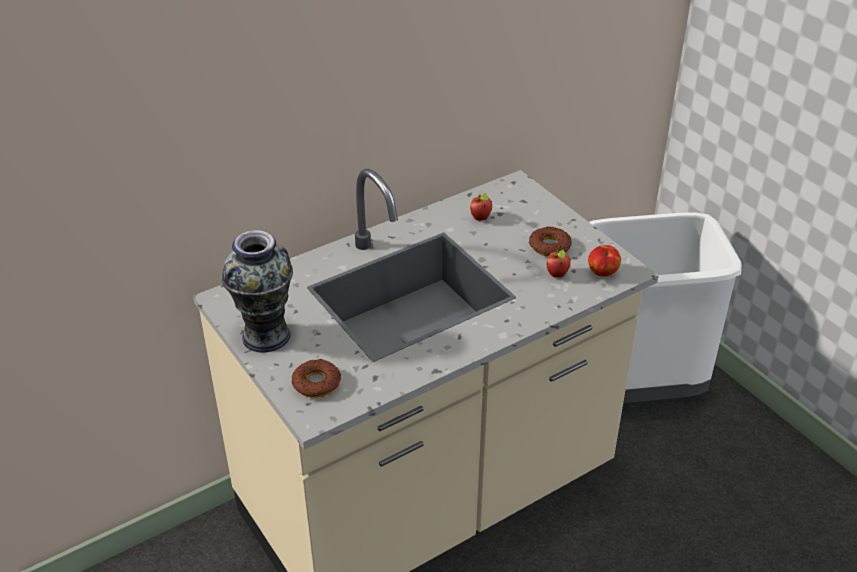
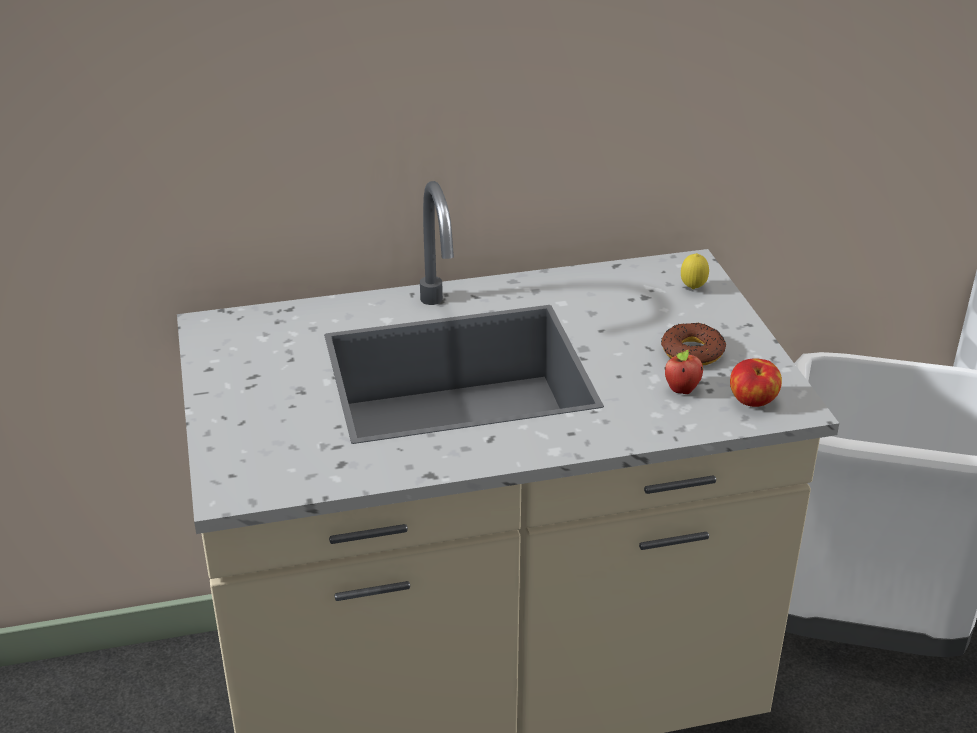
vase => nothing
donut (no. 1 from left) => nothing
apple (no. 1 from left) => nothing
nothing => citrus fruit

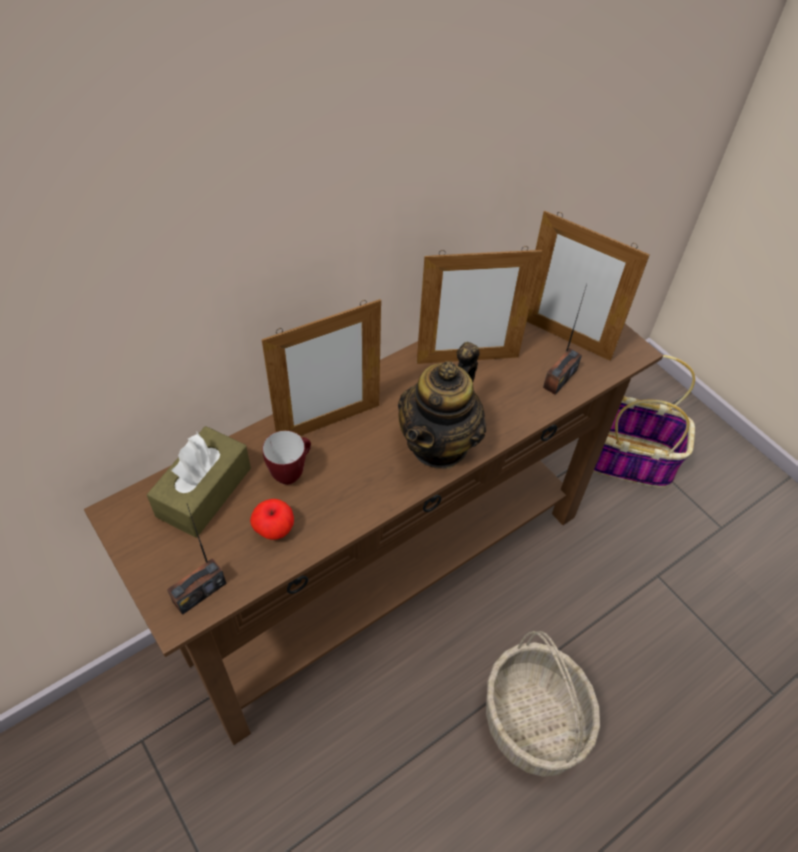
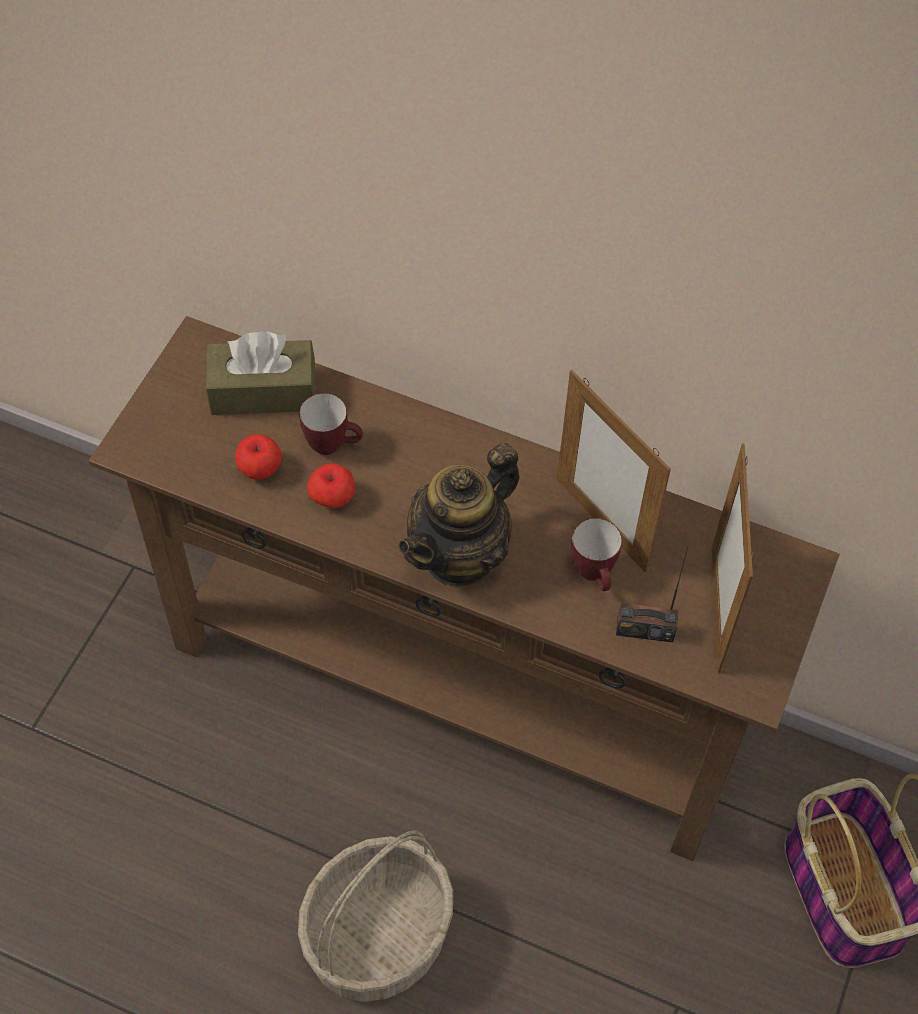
radio (no. 1 from left) => nothing
standing frame (no. 1 from left) => nothing
nothing => apple (no. 2 from left)
nothing => tea mug (no. 2 from left)
pot for tea, 45 degrees counterclockwise

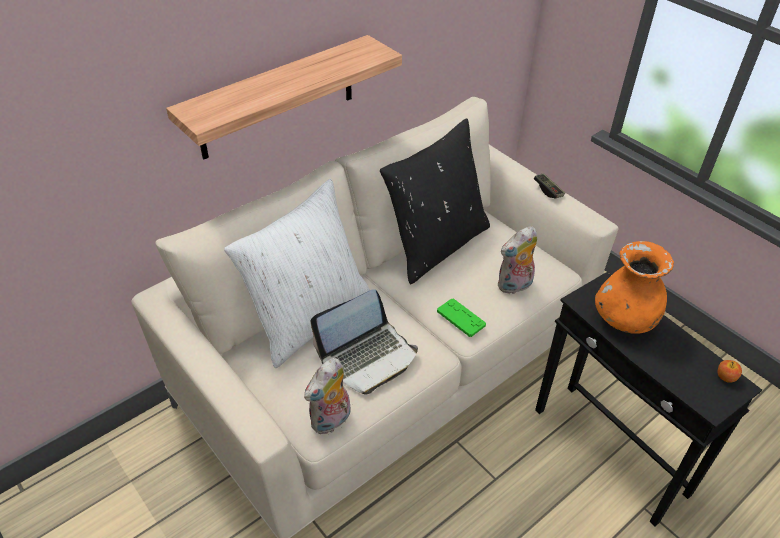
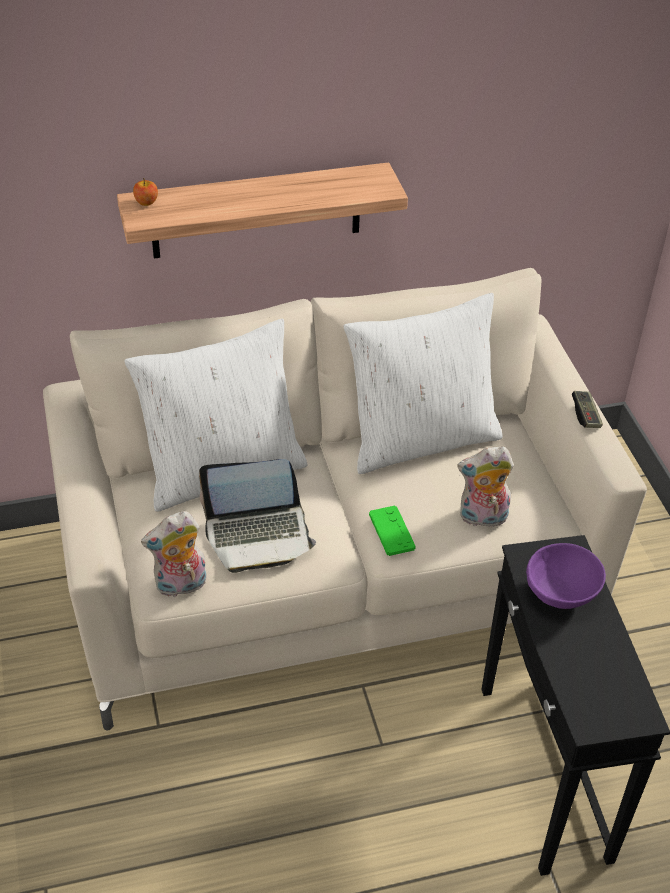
apple, shifted
orange-coloured vase => purple-coloured serving bowl
black-coloured cushion => white-coloured cushion (no. 2 from left)

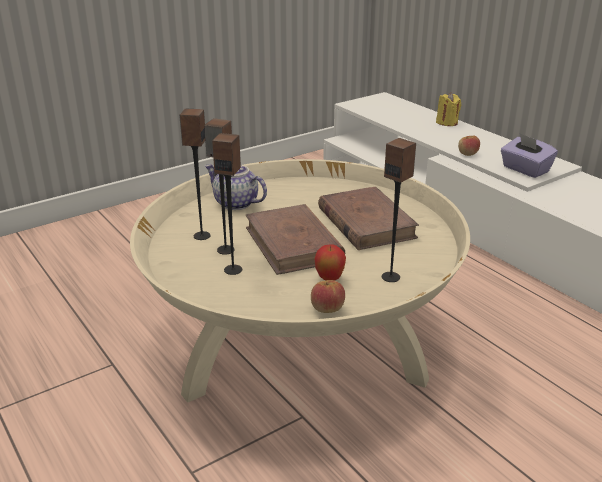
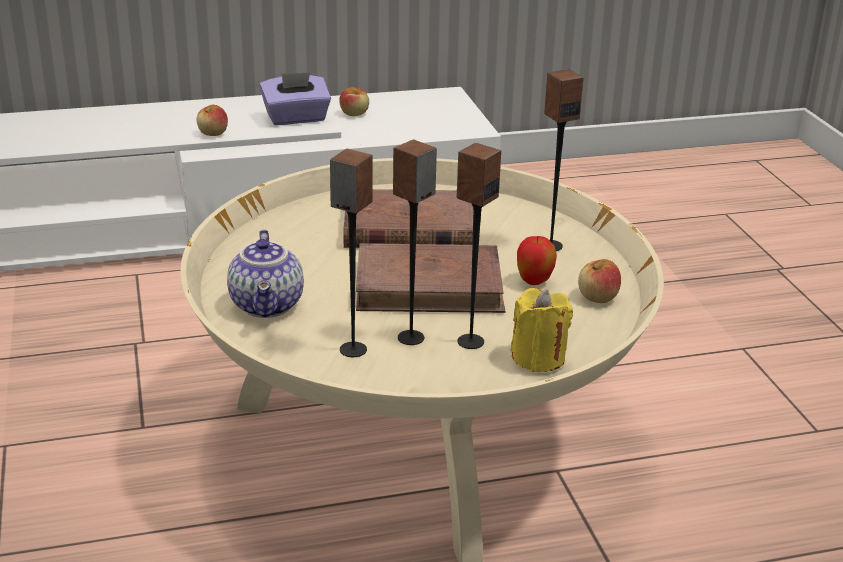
nothing => apple (no. 2 from left)
yellow candle, shifted
pot for tea, 60 degrees counterclockwise

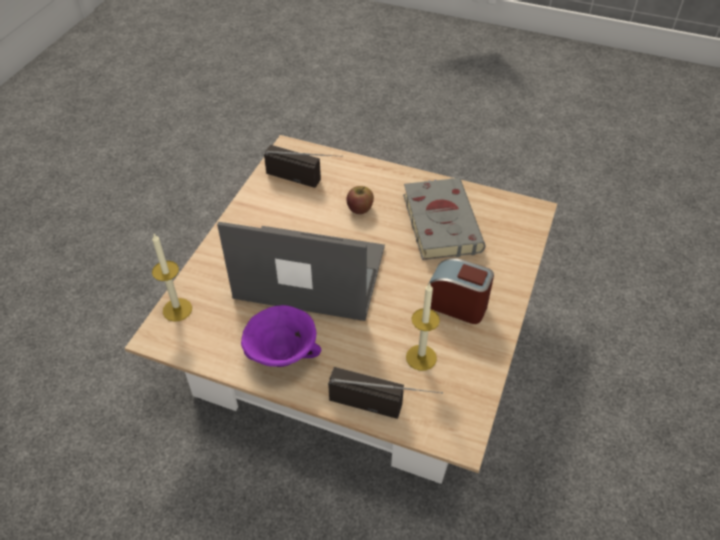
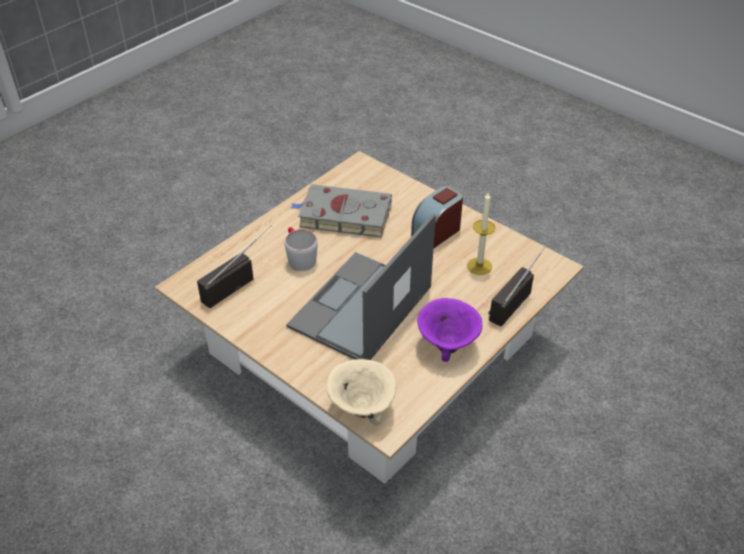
candle (no. 1 from left) => beige serving bowl
apple => greyish tea mug

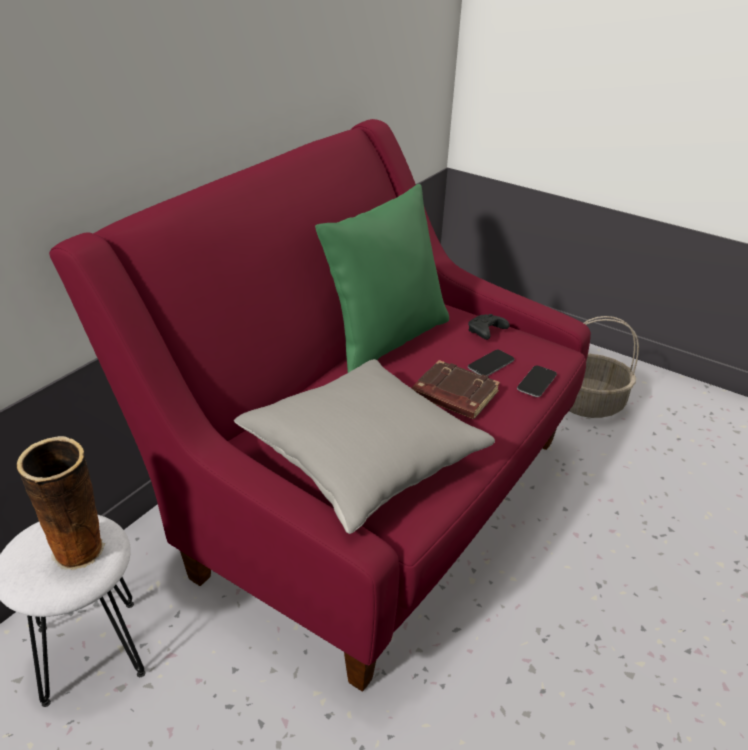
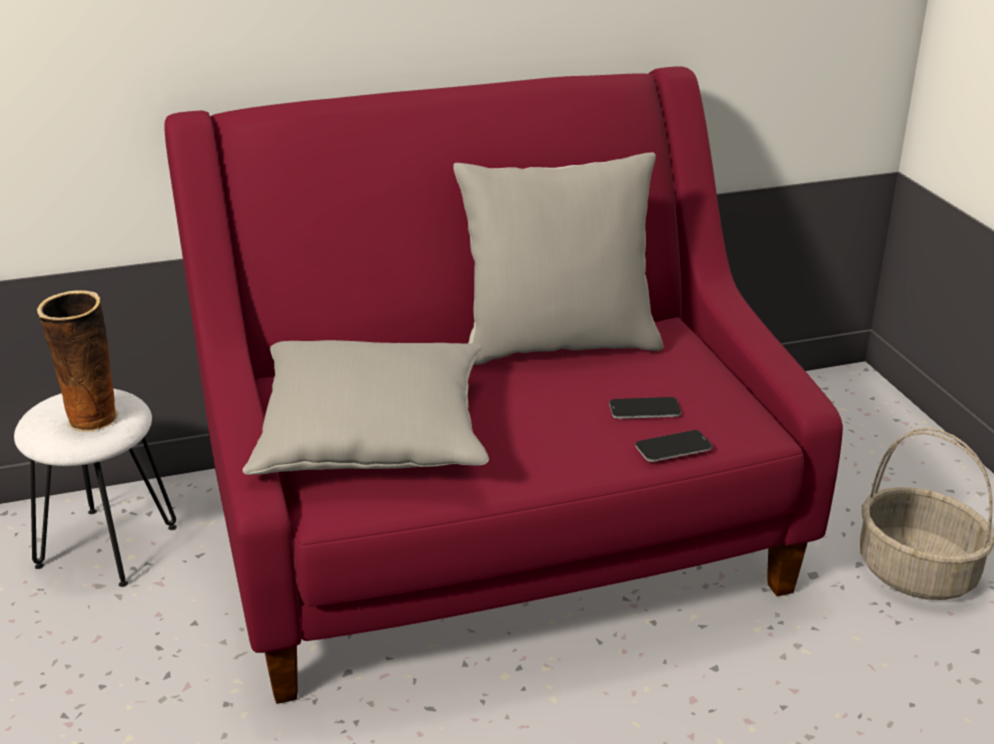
brown book => nothing
black-coloured gamepad => nothing
green cushion => greyish cushion (no. 2 from left)

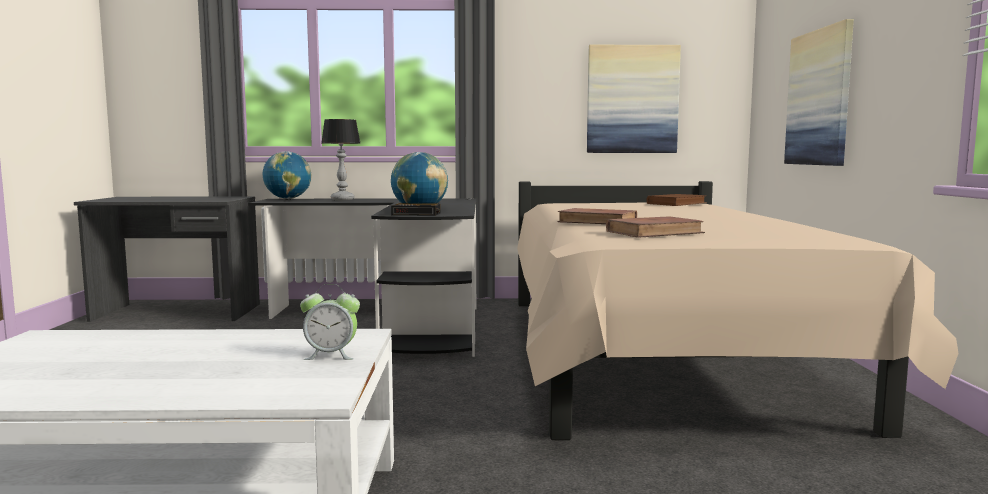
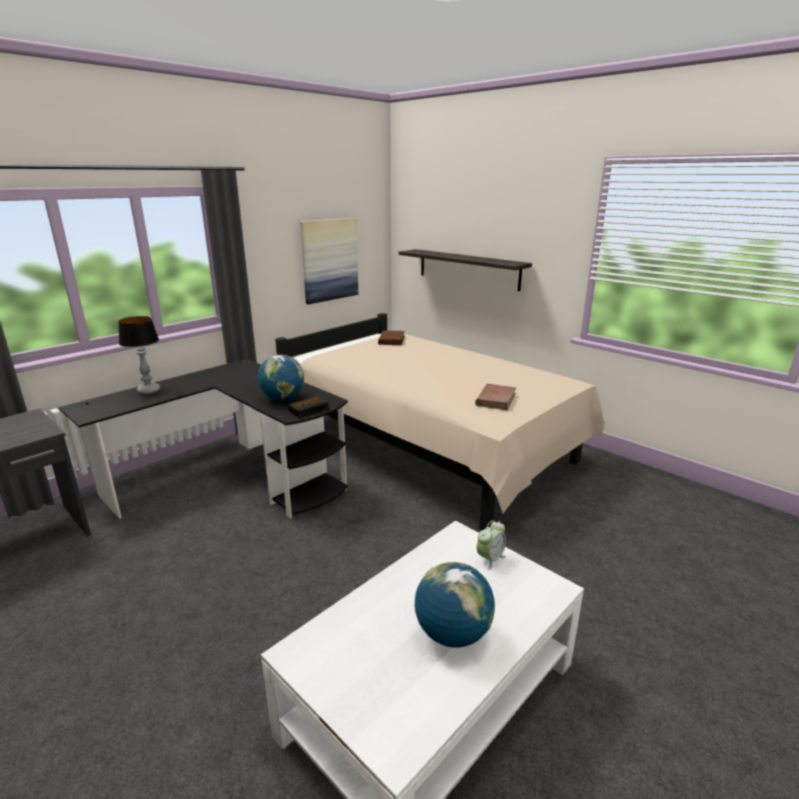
brown book (no. 1 from left) => nothing
desk globe (no. 1 from left in the first image) => desk globe (no. 2 from left), shifted
wall art (no. 2 from left) => shelf

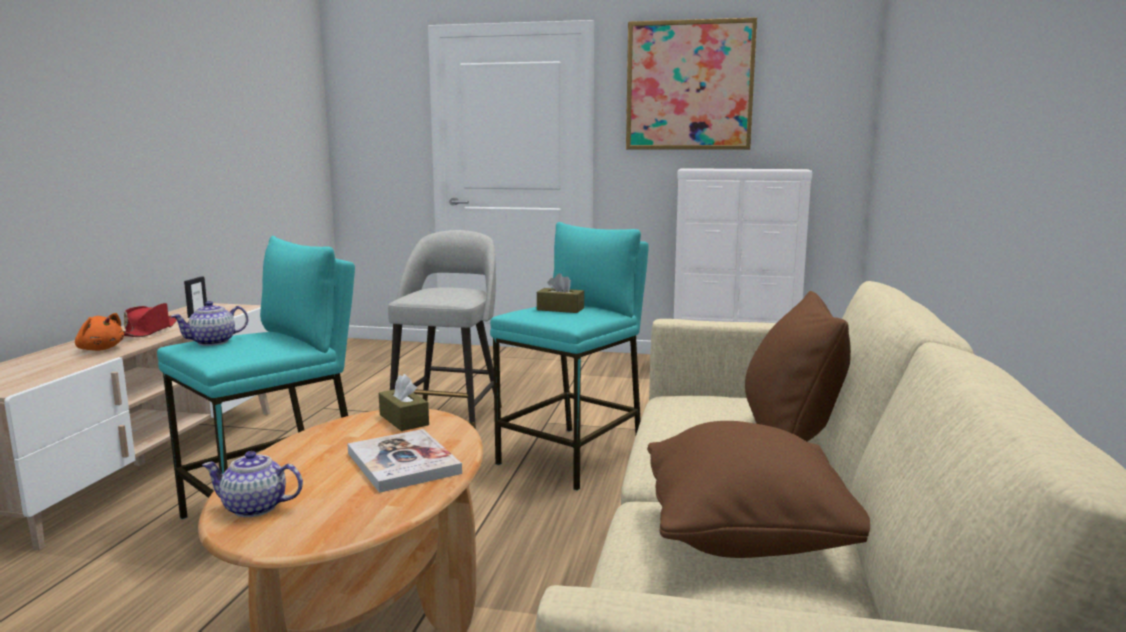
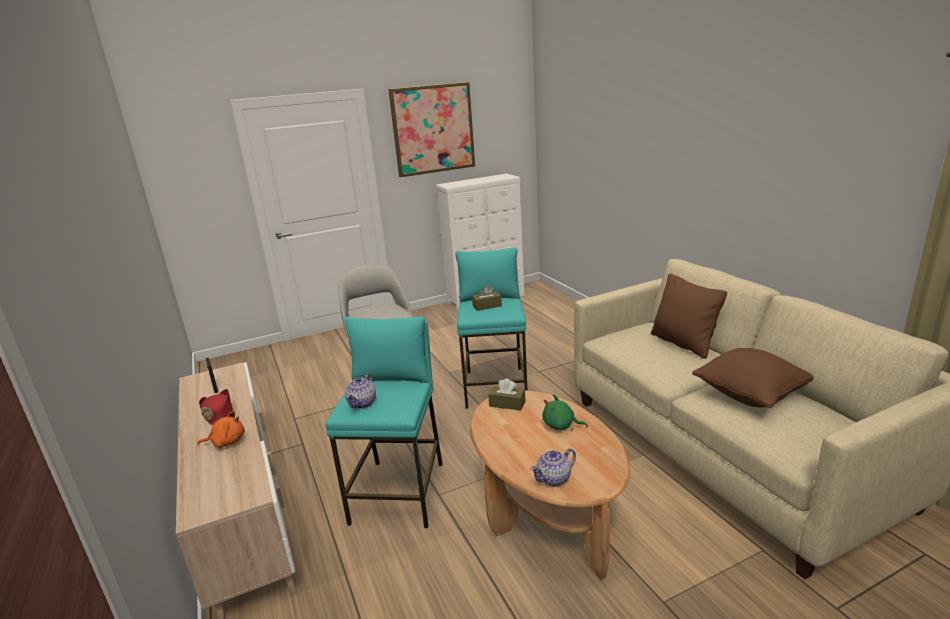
book => green soft toy

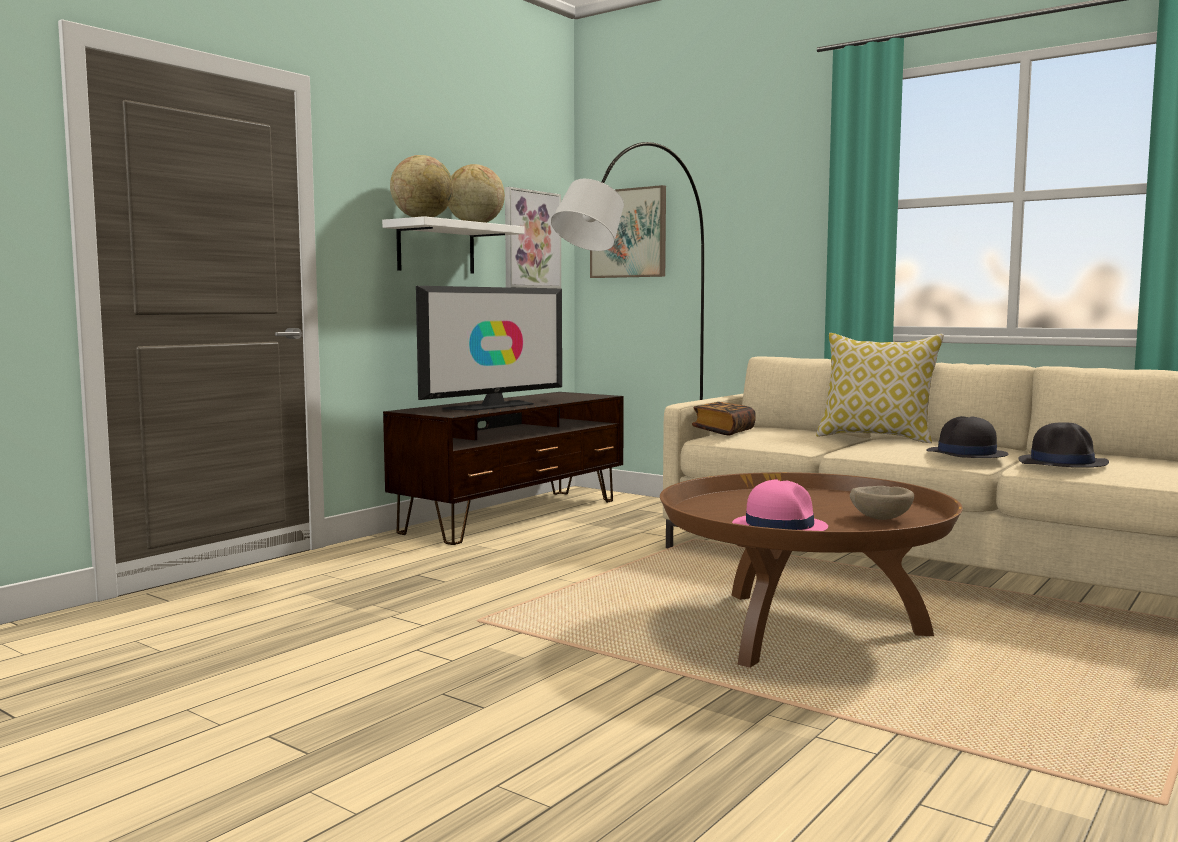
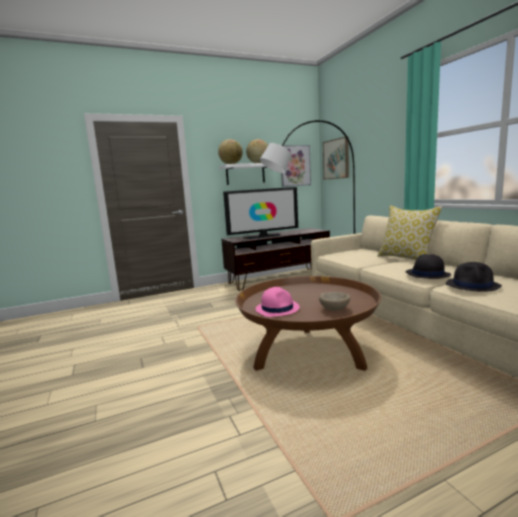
book => nothing

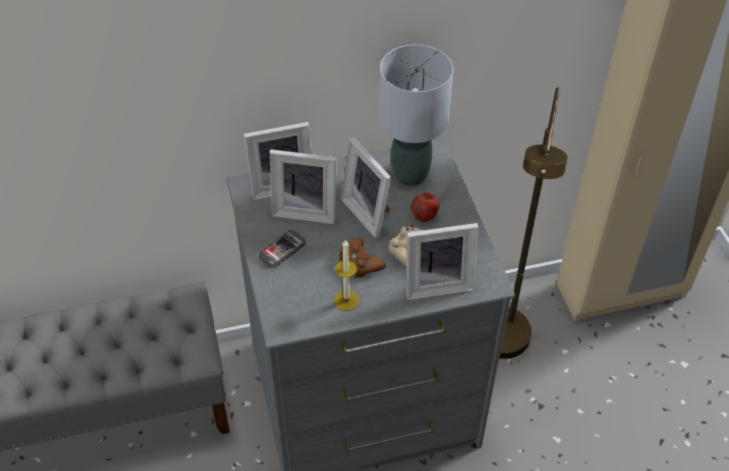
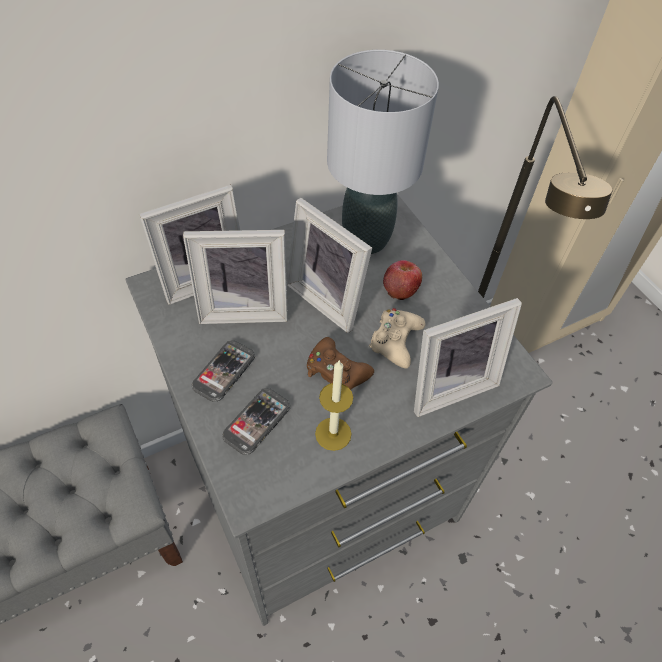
nothing => handset (no. 2 from left)

